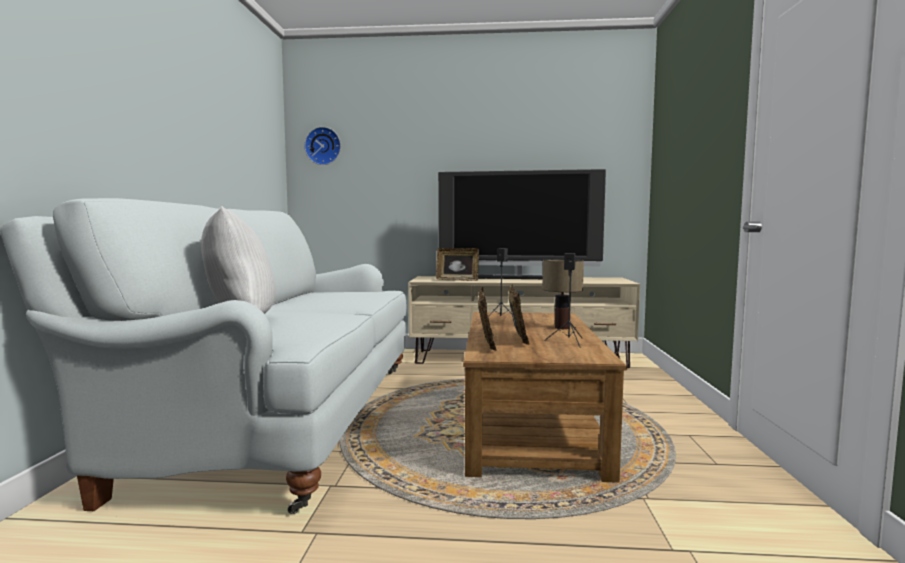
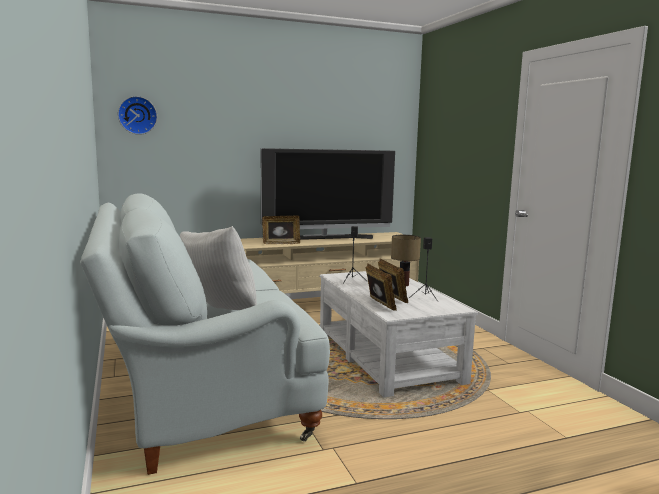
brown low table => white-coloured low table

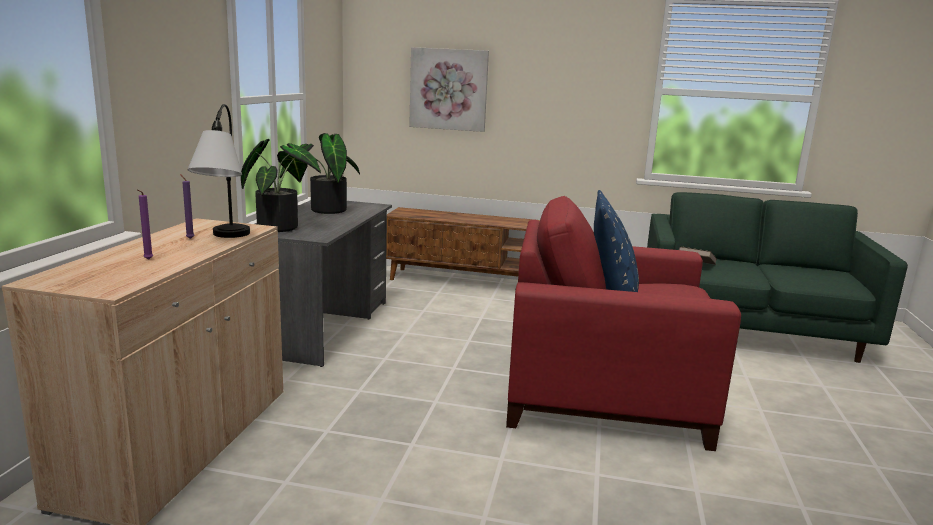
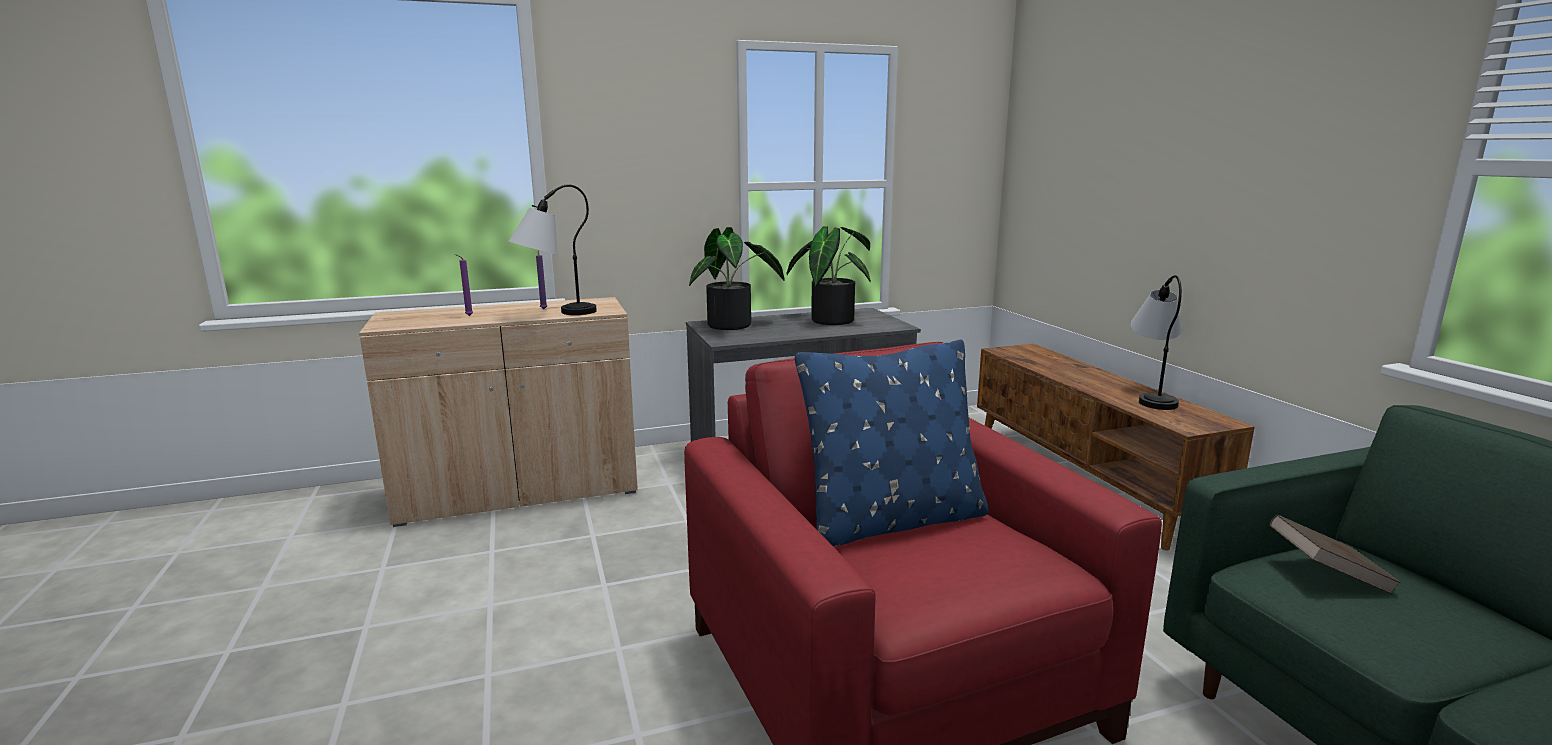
wall art => nothing
nothing => tabletop lamp (no. 2 from left)

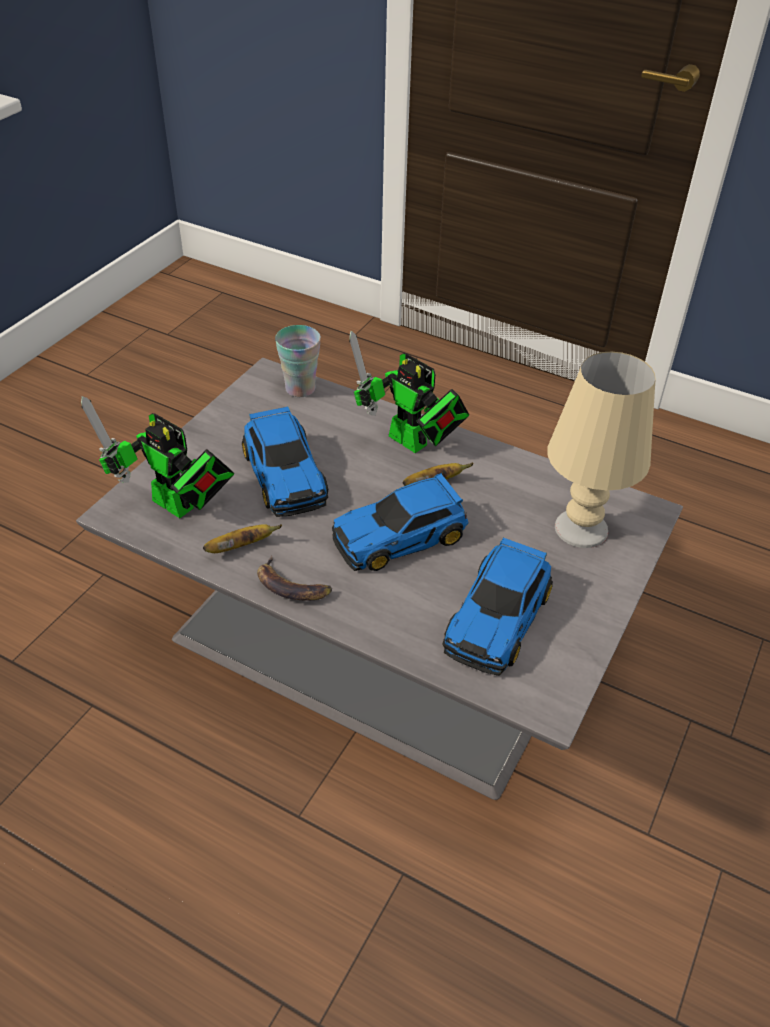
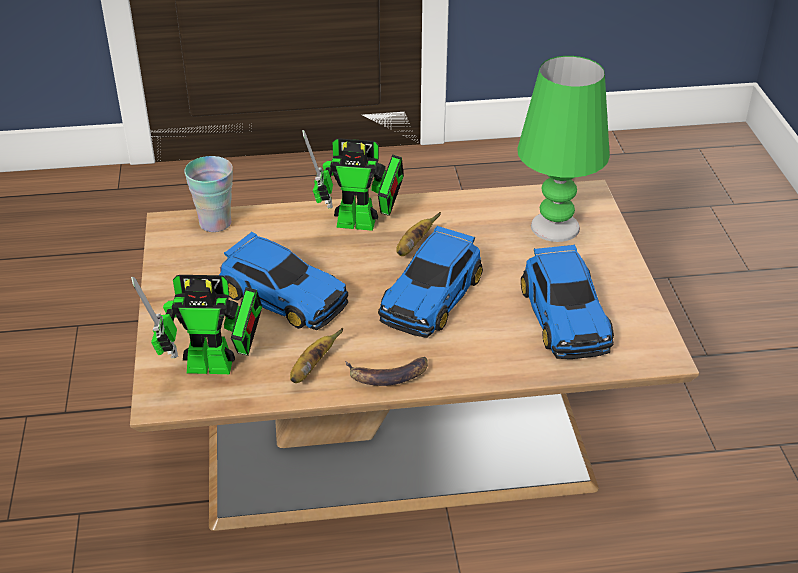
greyish low table => brown low table
beige tabletop lamp => green tabletop lamp

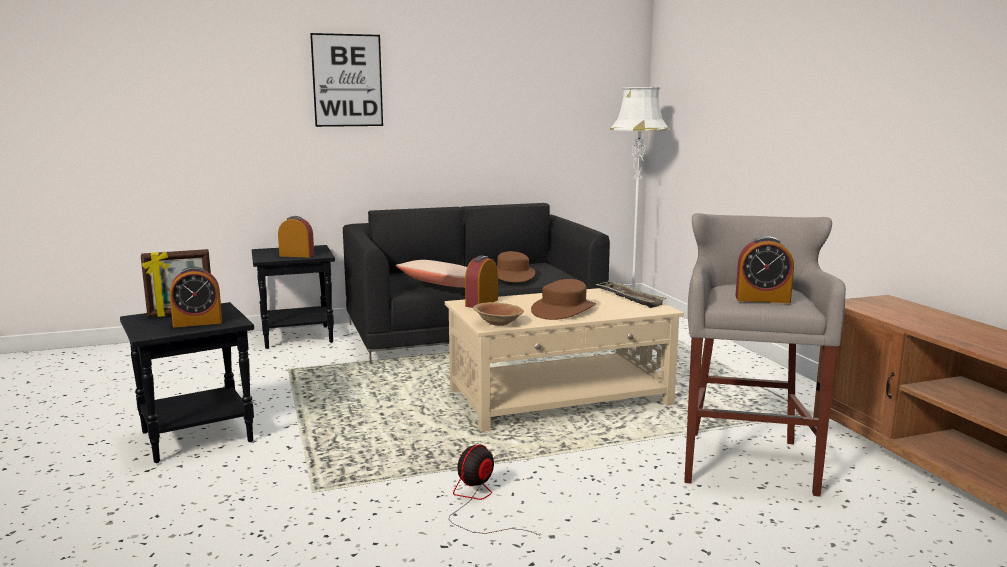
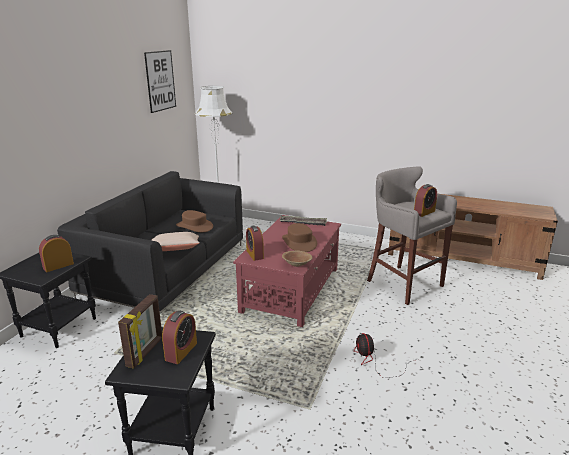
wall art, shifted
beige low table => reddish low table

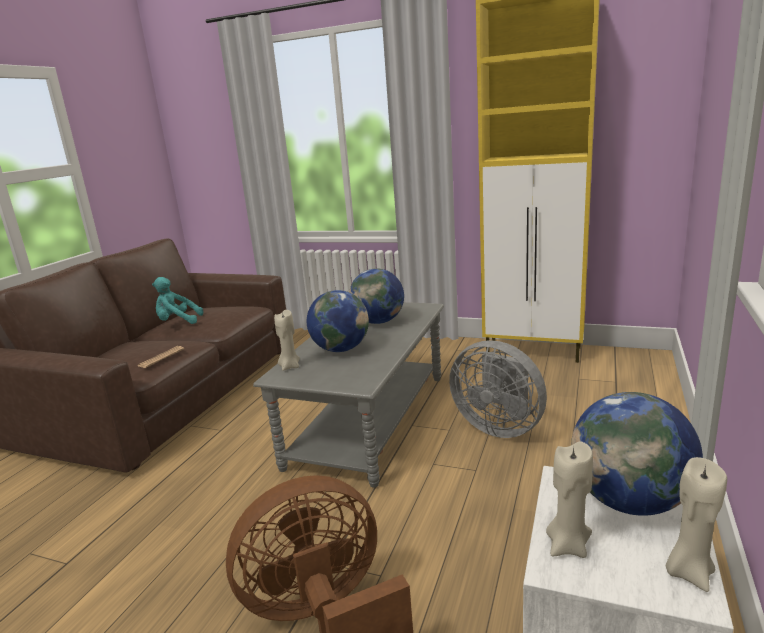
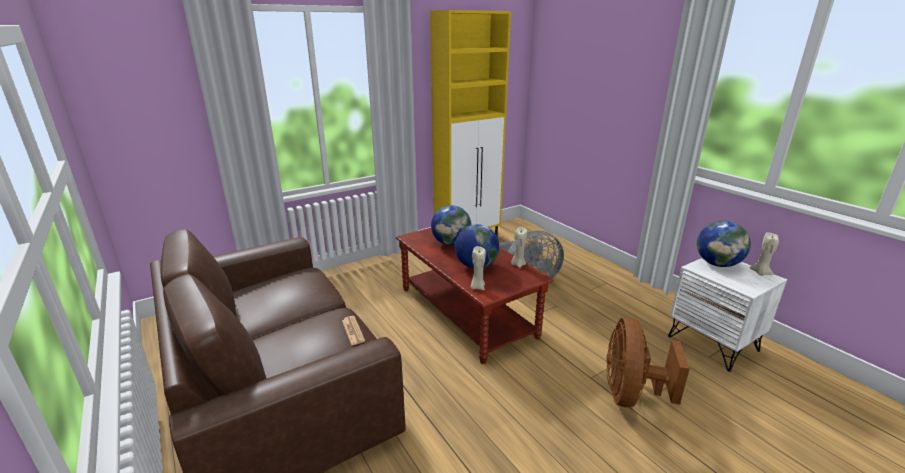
turquoise-coloured soft toy => nothing
beige candle (no. 2 from left), shifted
greyish low table => brown low table

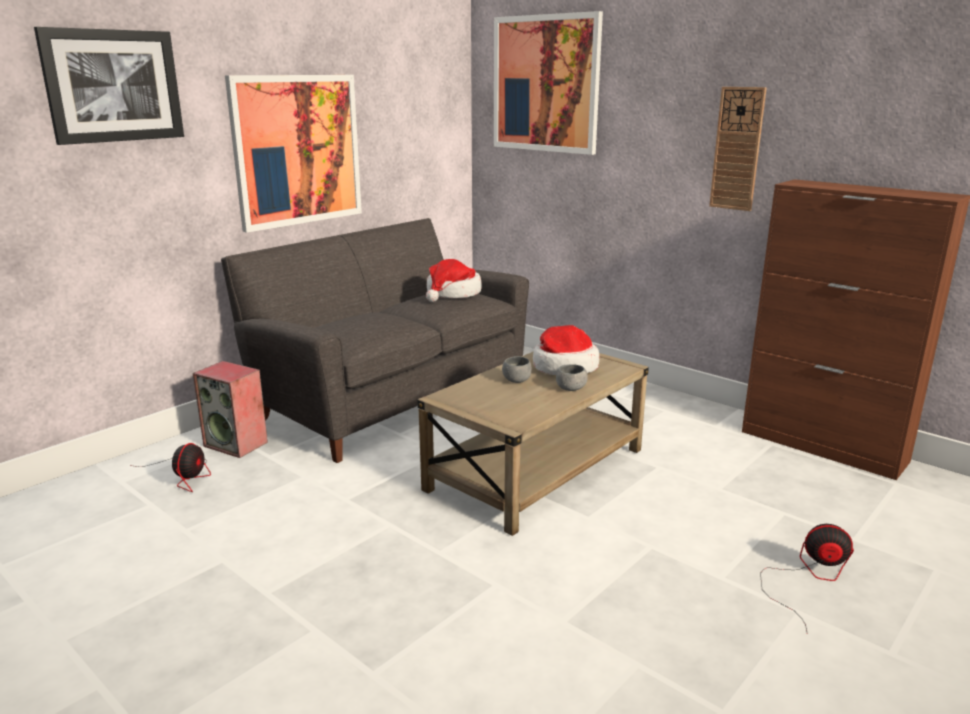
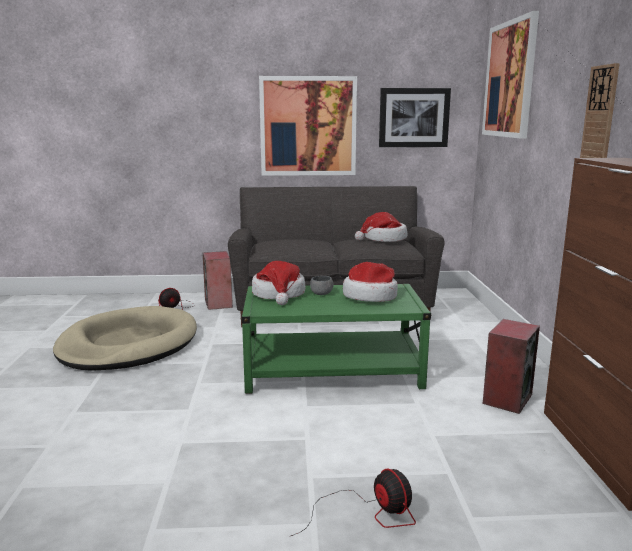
greyish serving bowl (no. 2 from left) => nothing
nothing => beige pet bed
nothing => clothing hat (no. 1 from left)
nothing => loudspeaker (no. 2 from left)
wall art (no. 1 from left in the first image) => wall art (no. 2 from left), shifted
beige low table => green low table

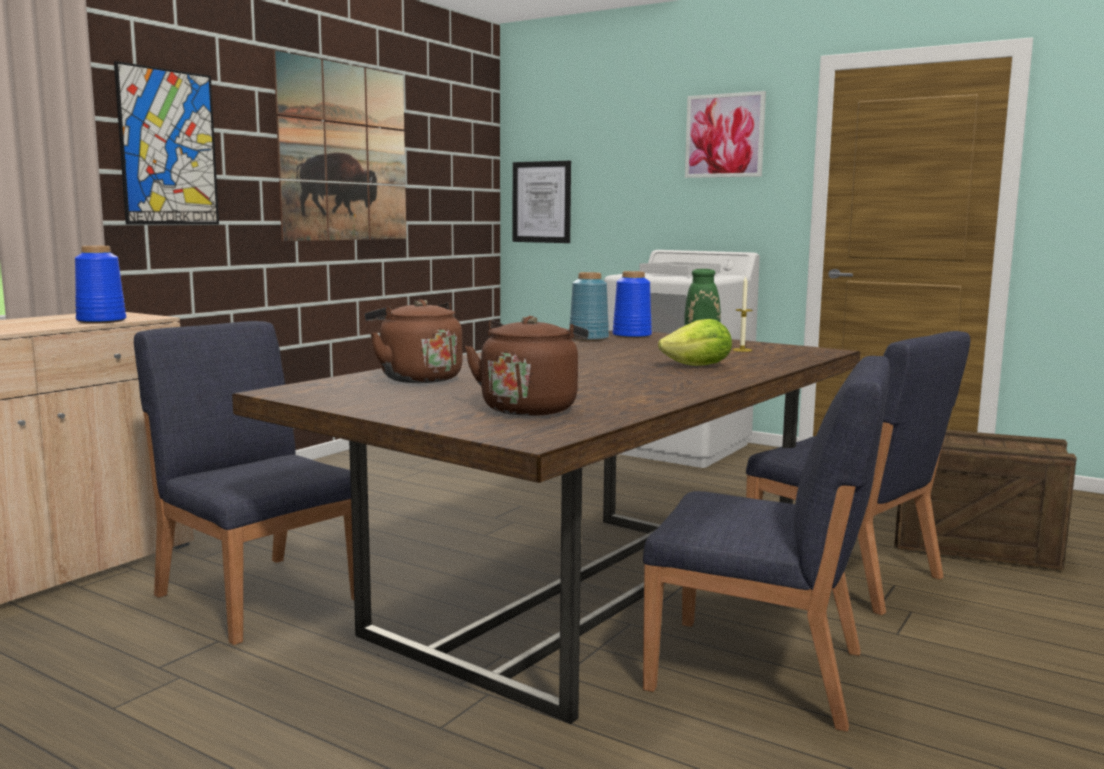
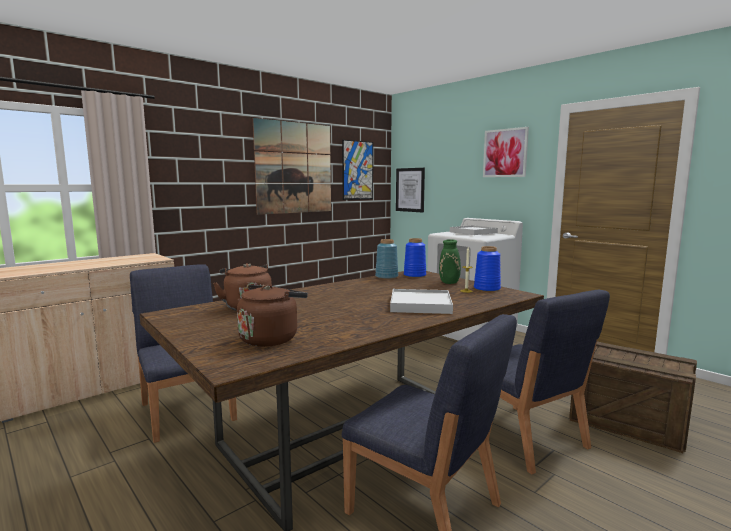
blue-coloured vase (no. 1 from left in the first image) => blue-coloured vase (no. 3 from left), shifted
wall art (no. 1 from left in the first image) => wall art (no. 2 from left), shifted
lettuce => white-coloured serving tray (no. 1 from left)

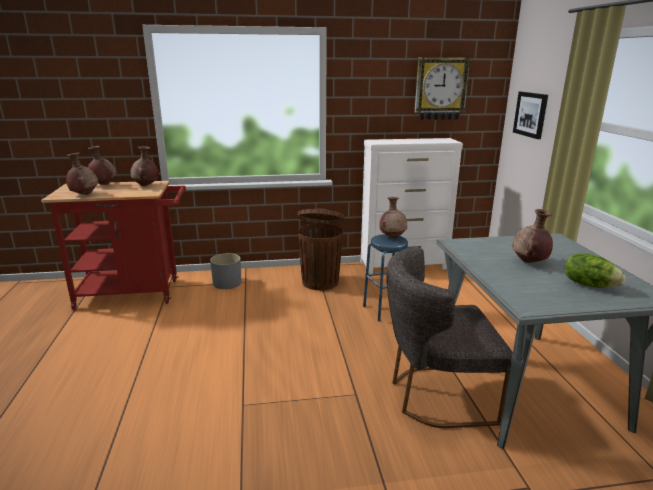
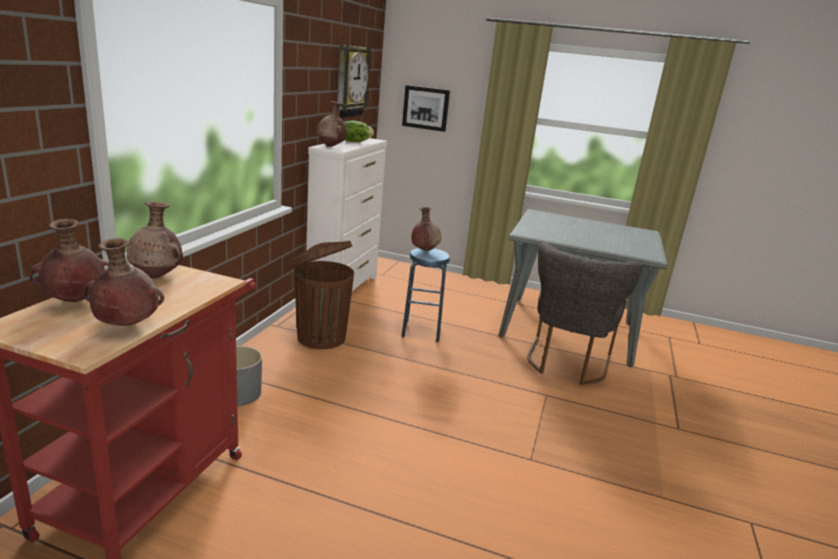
brown vase (no. 5 from left in the first image) => brown vase (no. 4 from left), shifted
lettuce, shifted

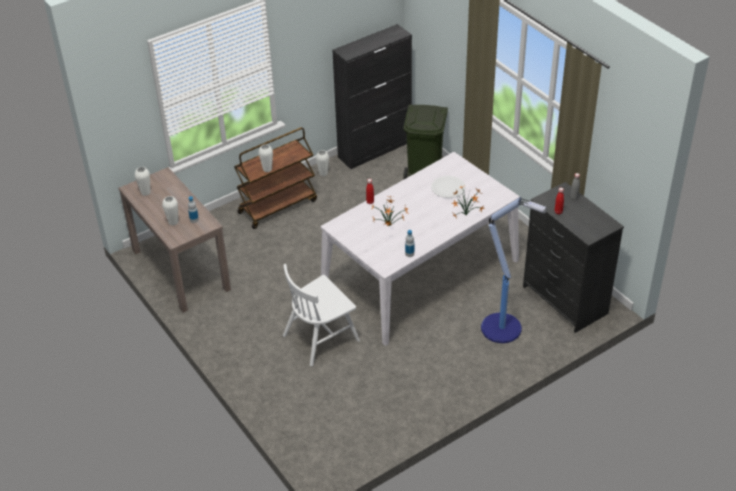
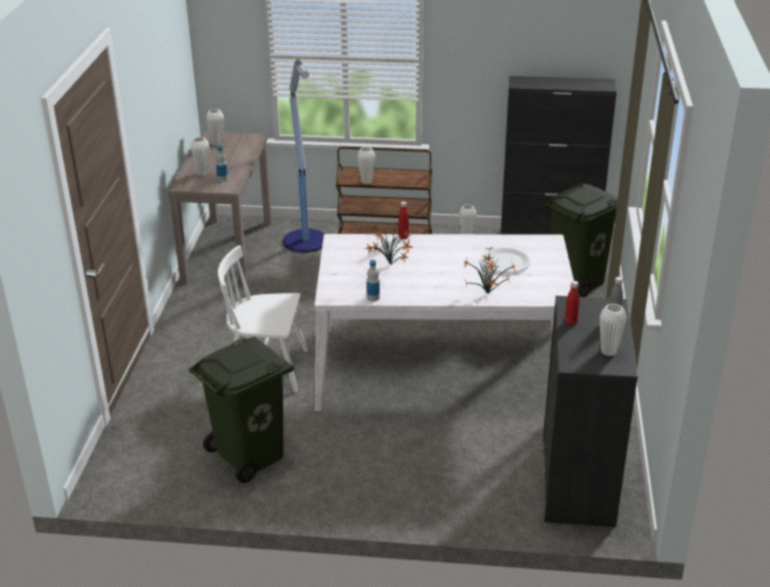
nothing => green rubbish bin (no. 1 from left)
nothing => white-coloured vase (no. 5 from left)
standard lamp, shifted

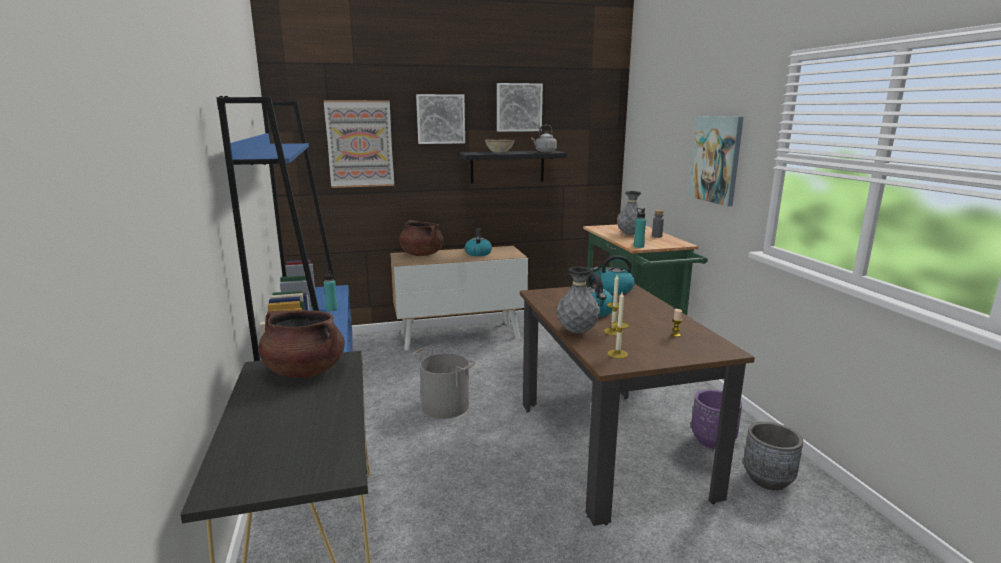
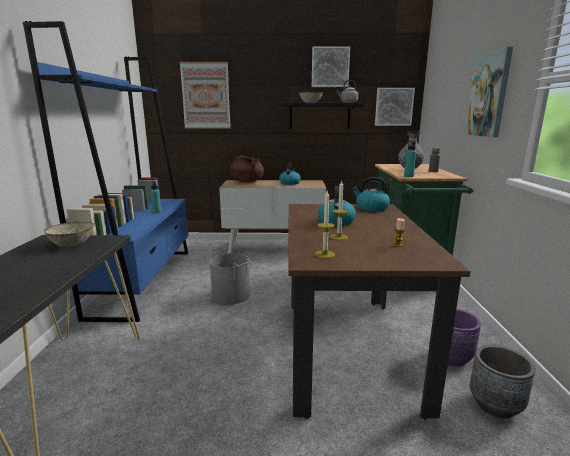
greyish vase (no. 1 from left) => nothing
wall art (no. 2 from left in the first image) => wall art (no. 3 from left), shifted
brown saucepot (no. 1 from left) => serving bowl (no. 1 from left)

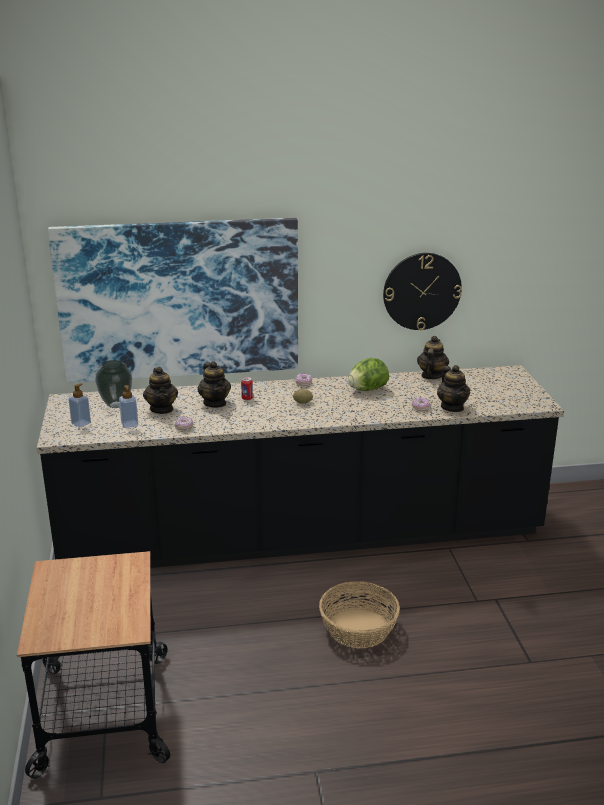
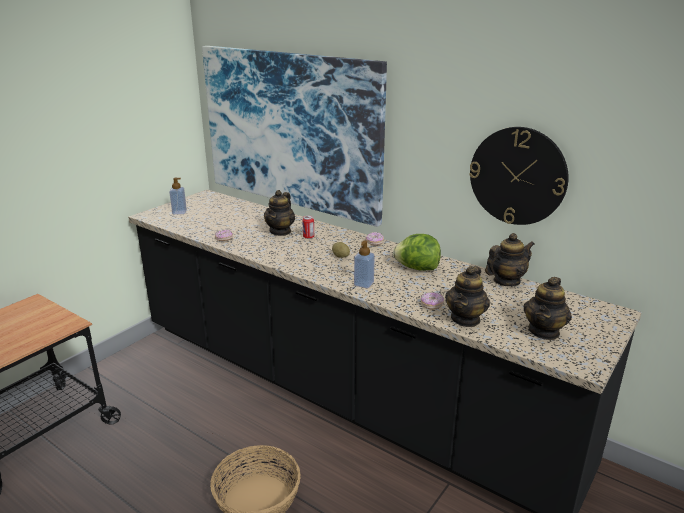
vase => nothing
soap dispenser (no. 2 from left), shifted
pot for tea (no. 1 from left in the first image) => pot for tea (no. 4 from left), shifted

